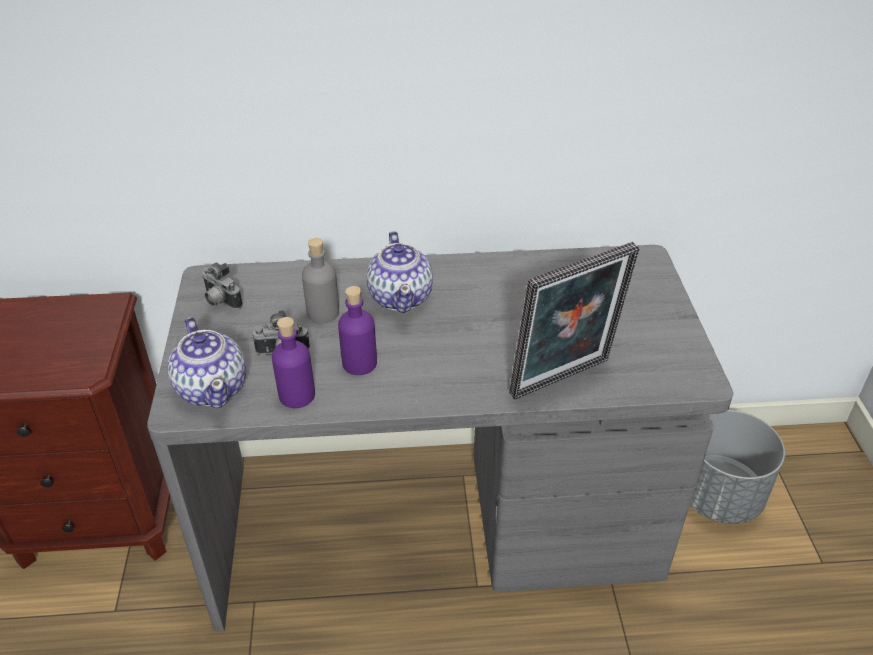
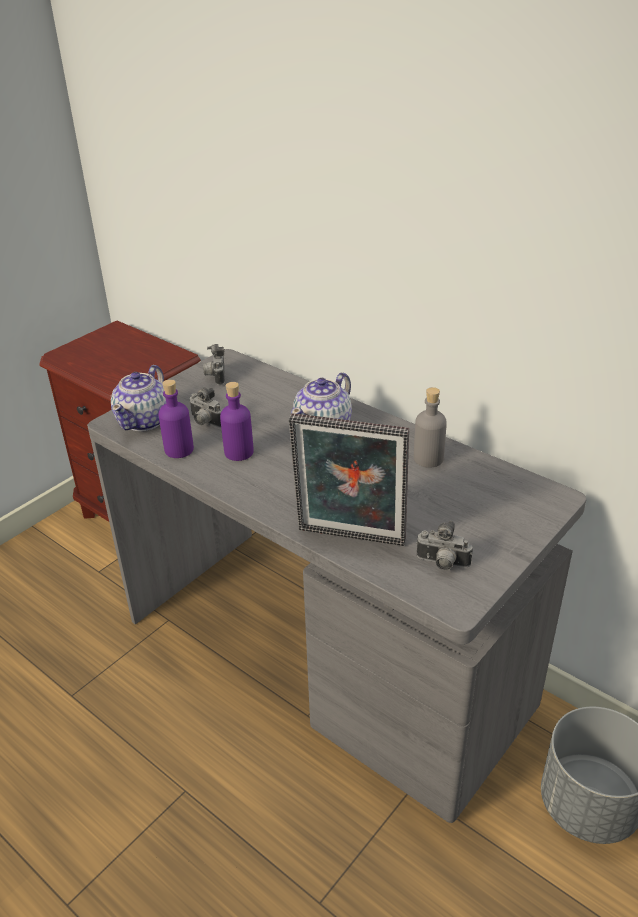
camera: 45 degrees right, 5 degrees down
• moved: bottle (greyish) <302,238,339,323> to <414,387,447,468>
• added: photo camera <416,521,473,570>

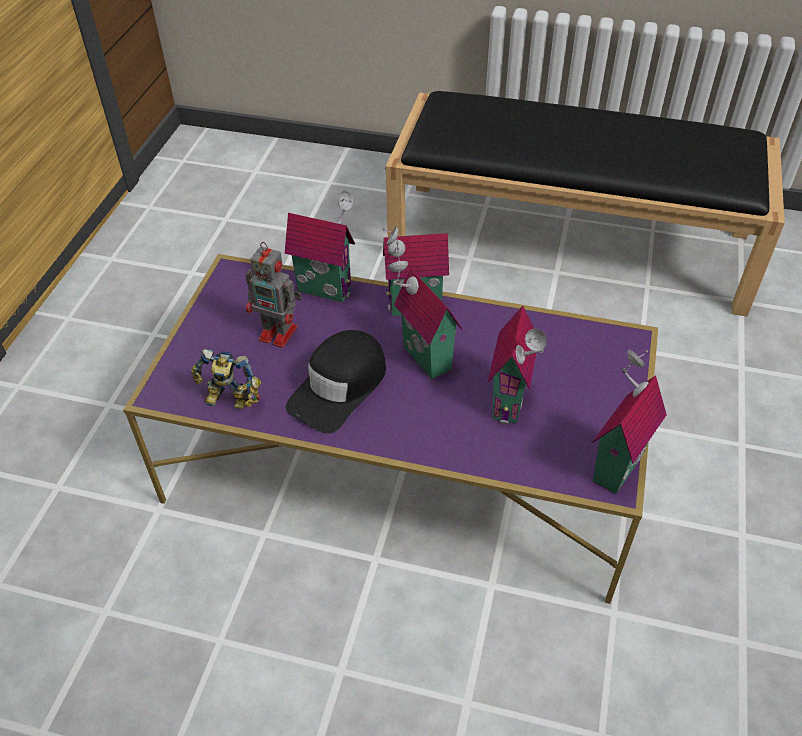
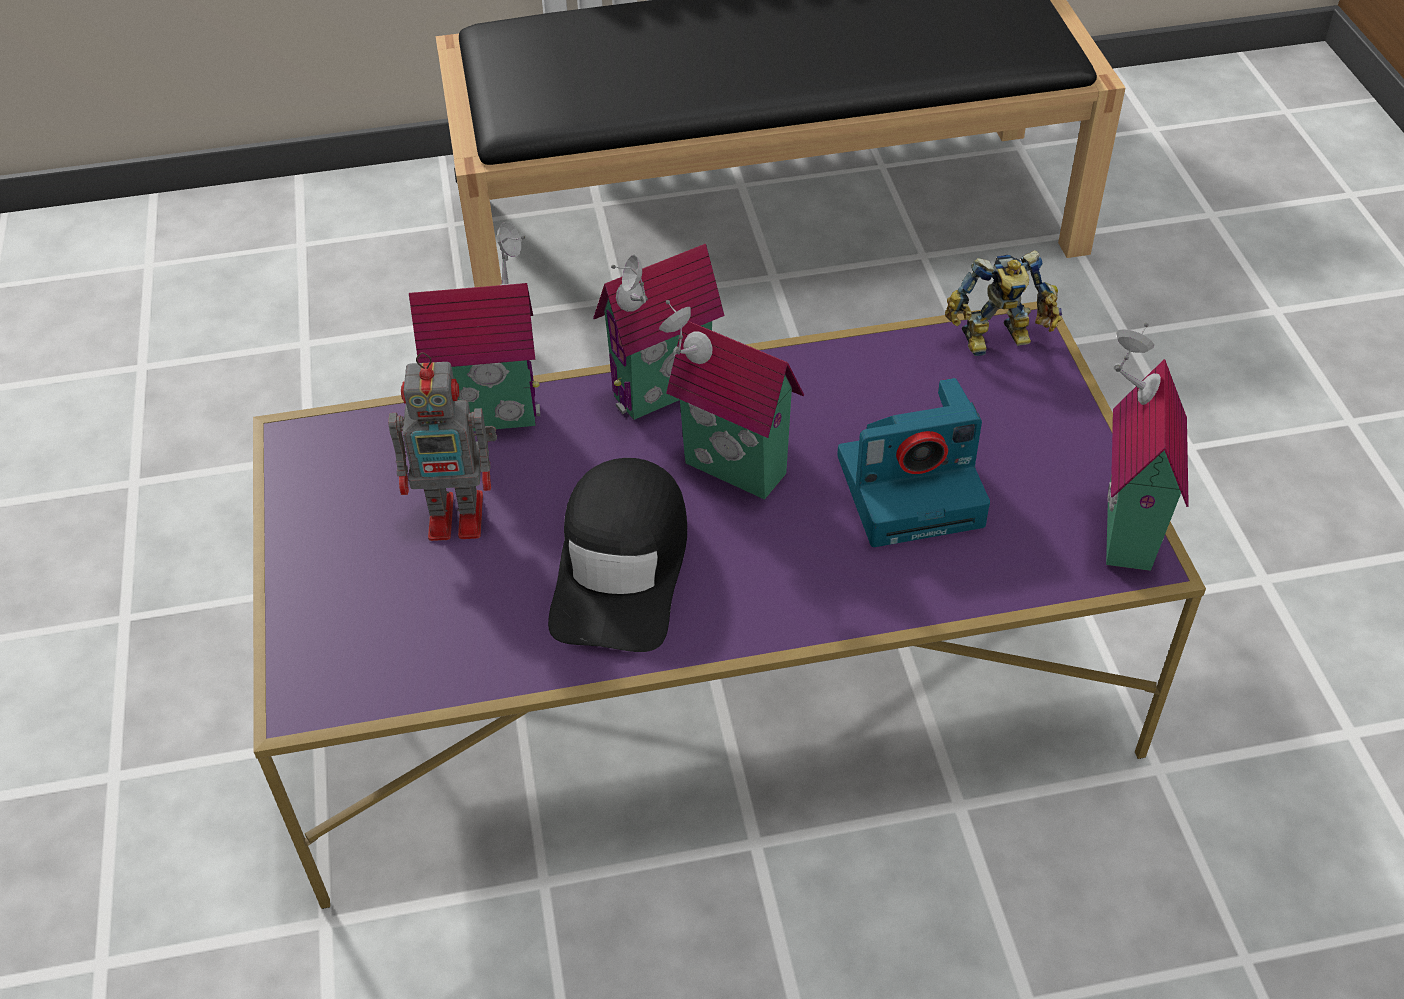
camera: 25 degrees left, 0 degrees up
• replaced: model house <488,306,547,425> to photo camera <837,378,990,547>
• moved: model robot <191,349,261,409> to <945,250,1062,356>

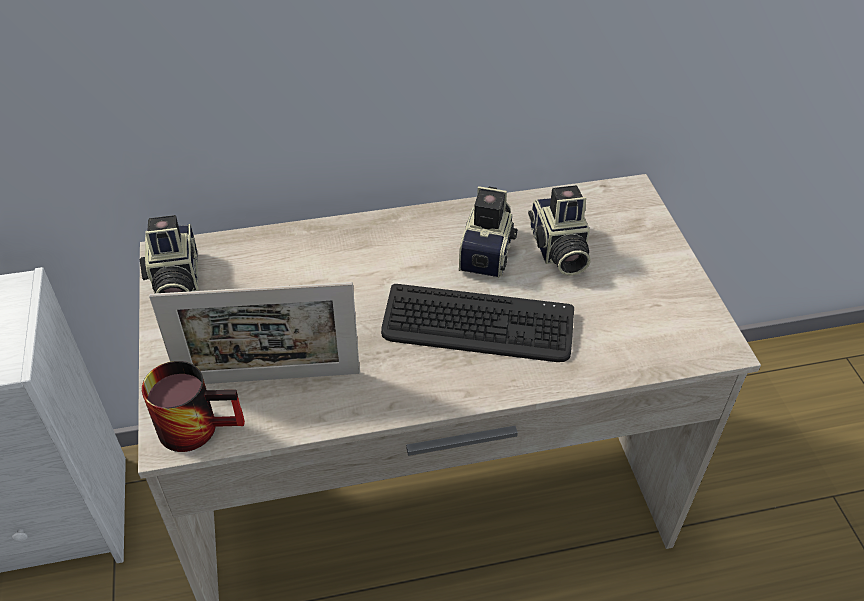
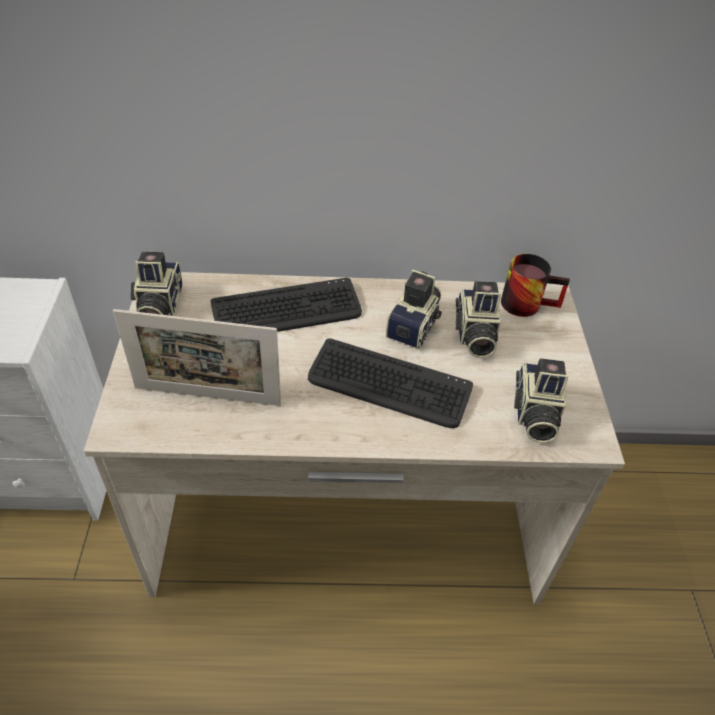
camera: 10 degrees right, 0 degrees up
• added: computer keyboard <211,278,362,332>
• moved: mug <142,361,245,452> to <501,254,570,317>
• added: photo camera <514,358,568,443>

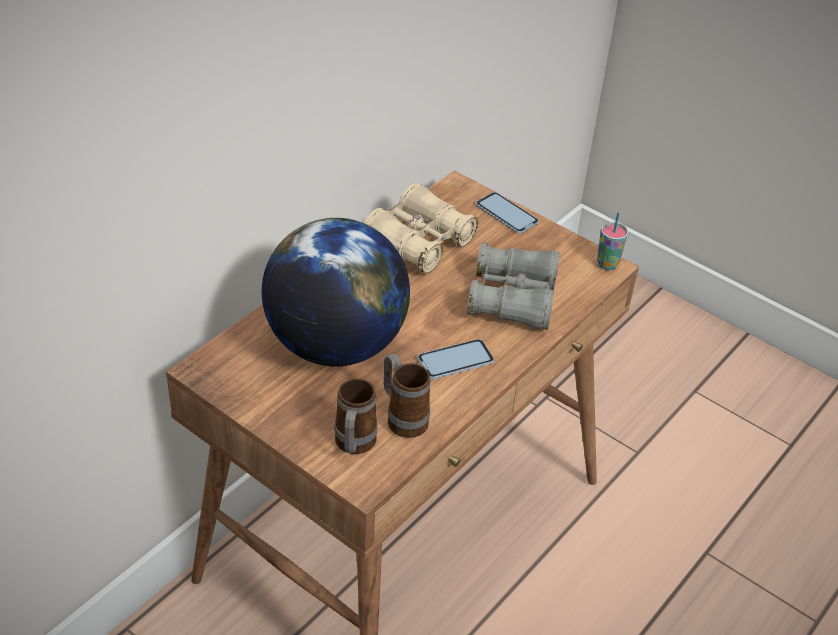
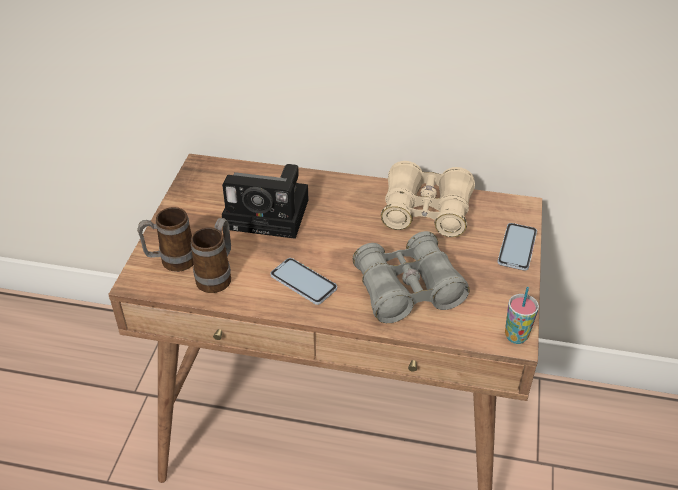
camera: 65 degrees right, 0 degrees up
• replaced: globe <262,218,410,366> to photo camera <222,164,309,239>

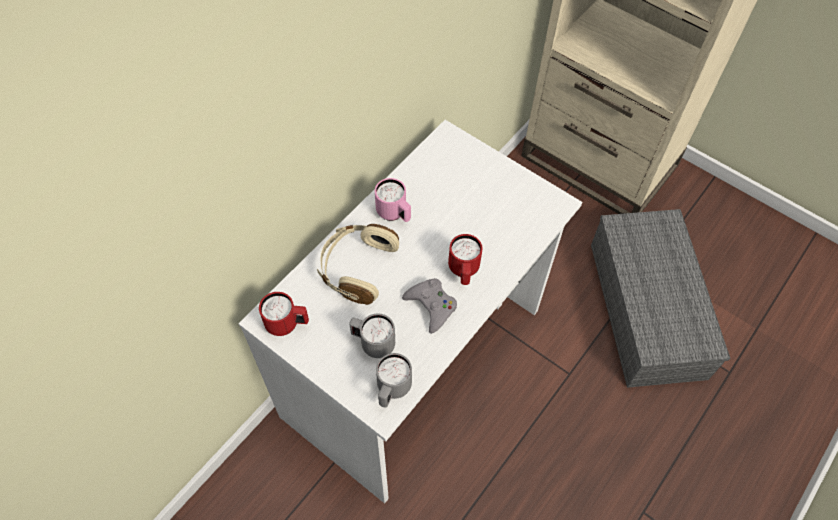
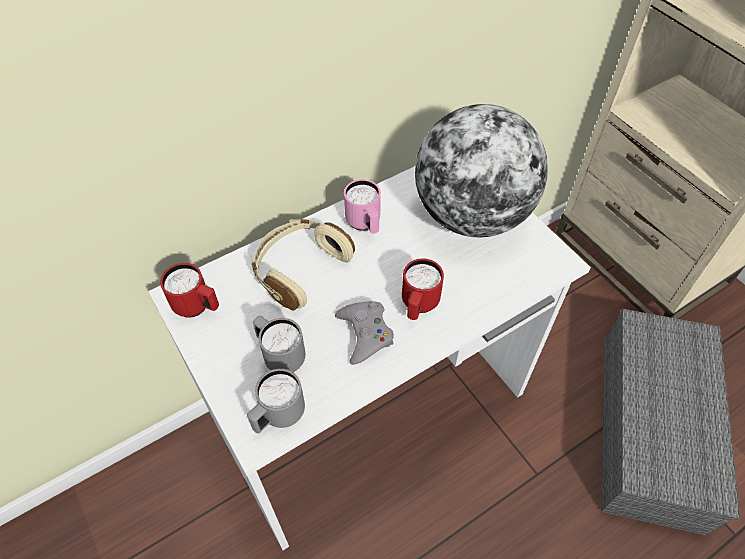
camera: 20 degrees right, 5 degrees down
• added: globe <415,104,548,237>

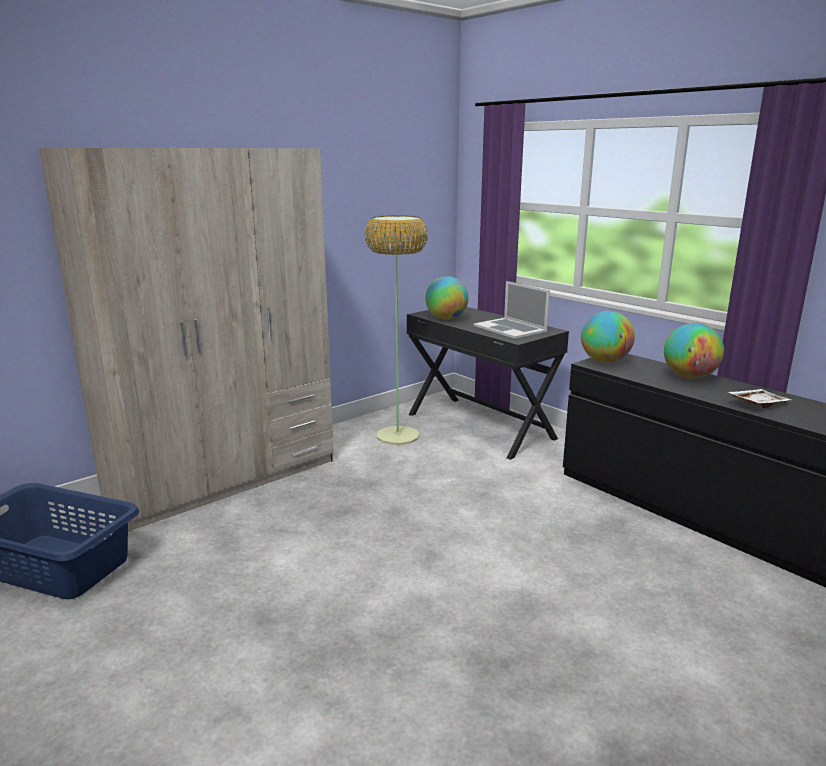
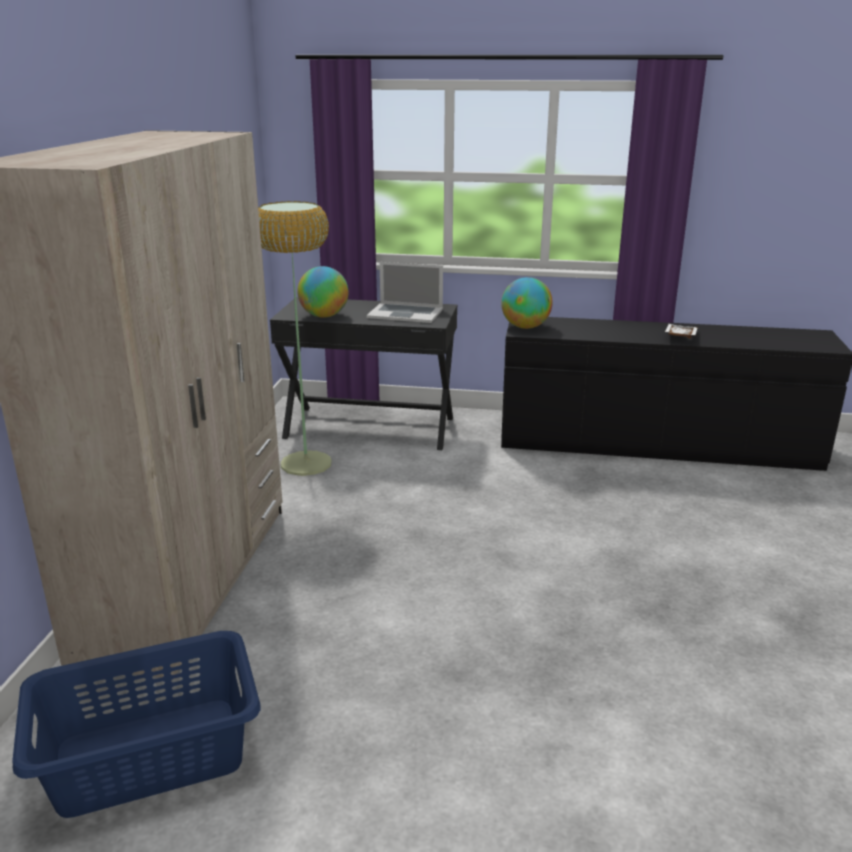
camera: 40 degrees left, 5 degrees up
• removed: globe <664,323,724,379>

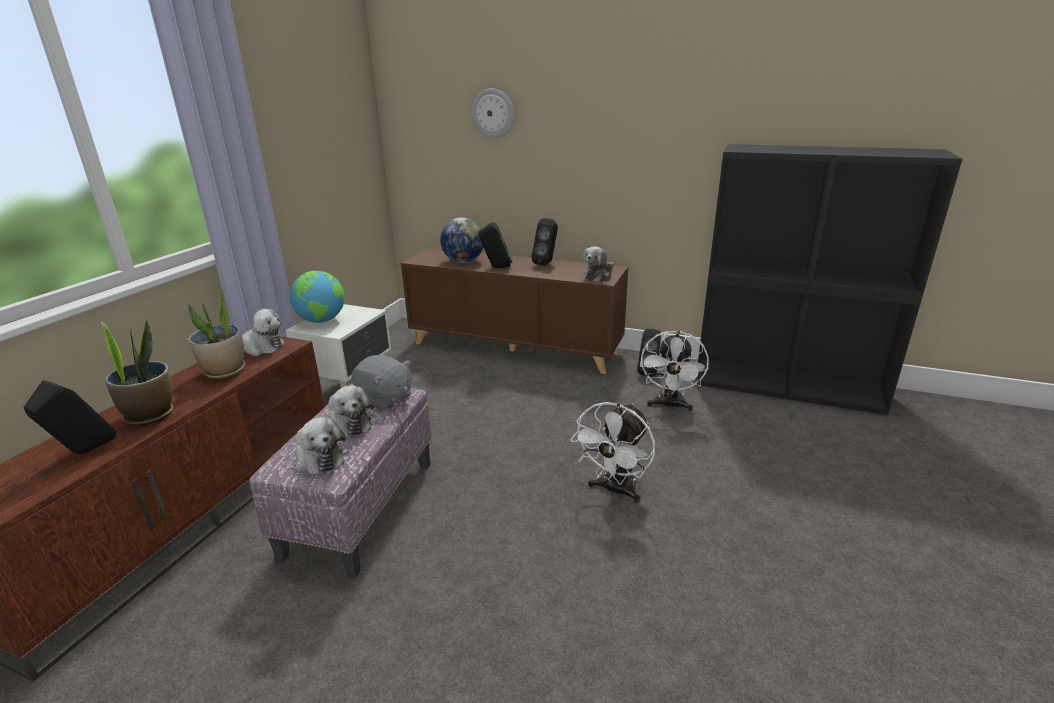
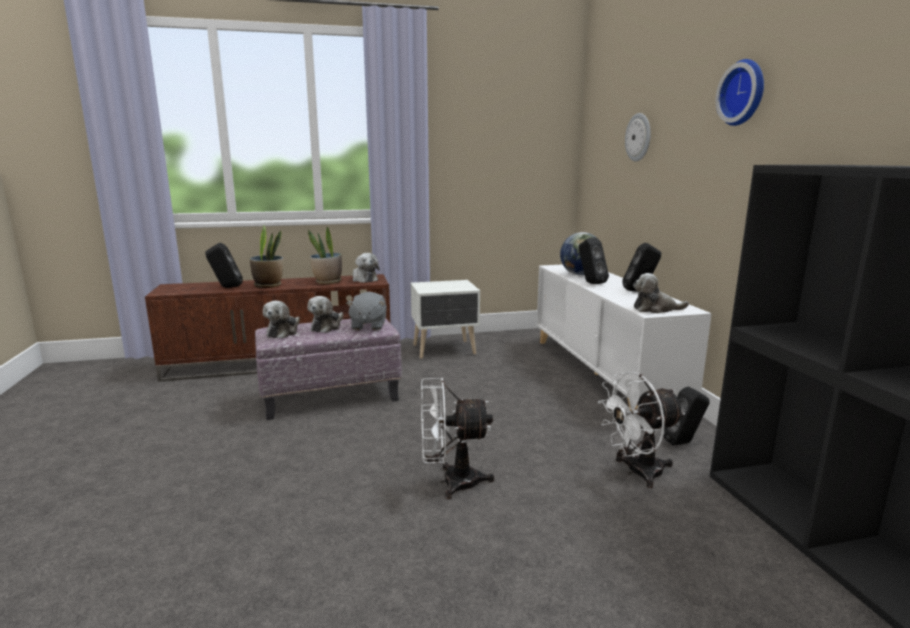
camera: 55 degrees right, 10 degrees down
• recoloured: cupboard (brown-coloured) <401,248,628,374> to cupboard (whitish) <536,264,712,411>
• added: wall clock <716,59,764,126>
• removed: globe <290,271,345,323>

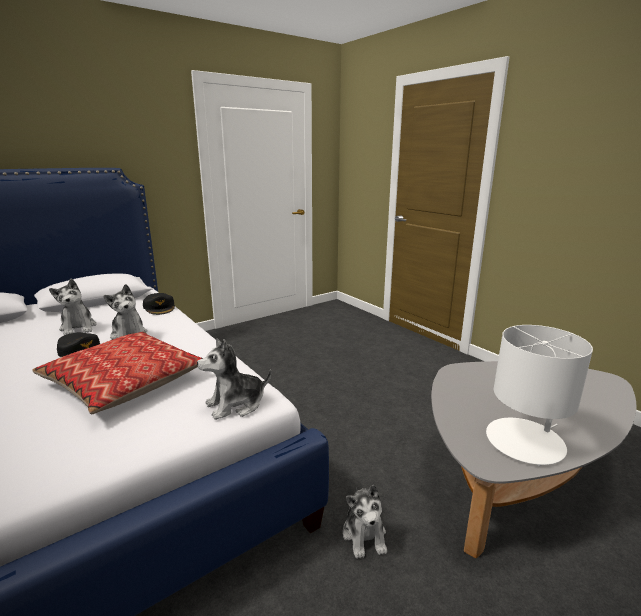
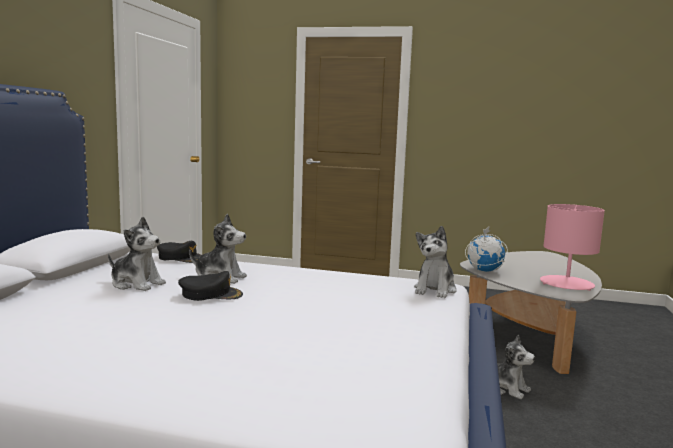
camera: 40 degrees left, 10 degrees down
• added: globe <465,226,508,272>
• recoloured: lamp for a table (whitish) <486,325,593,466> to lamp for a table (pink) <540,204,605,291>
• removed: cushion <32,332,203,414>

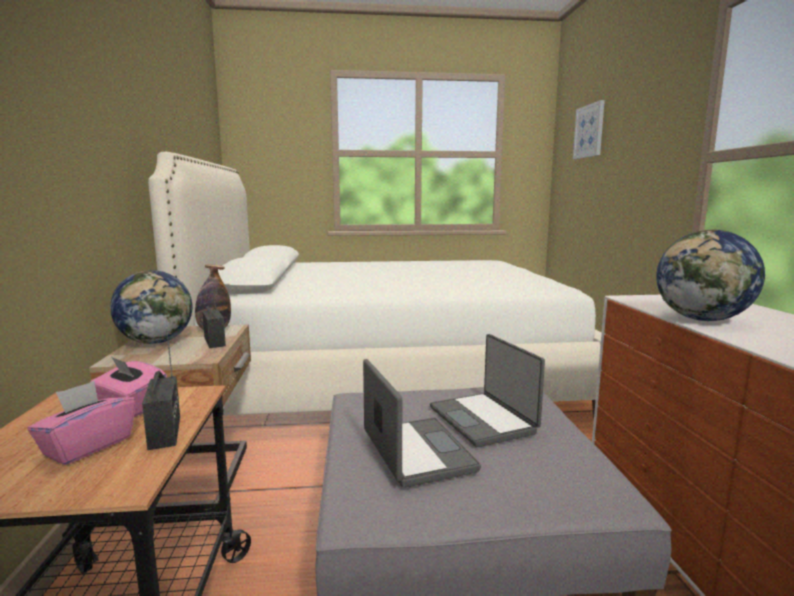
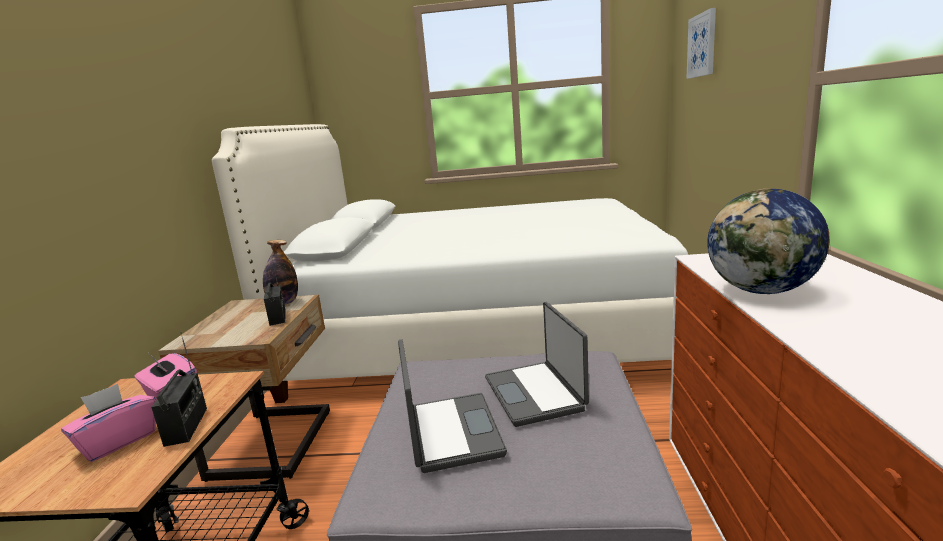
camera: 10 degrees right, 5 degrees up
• removed: globe <110,270,192,344>

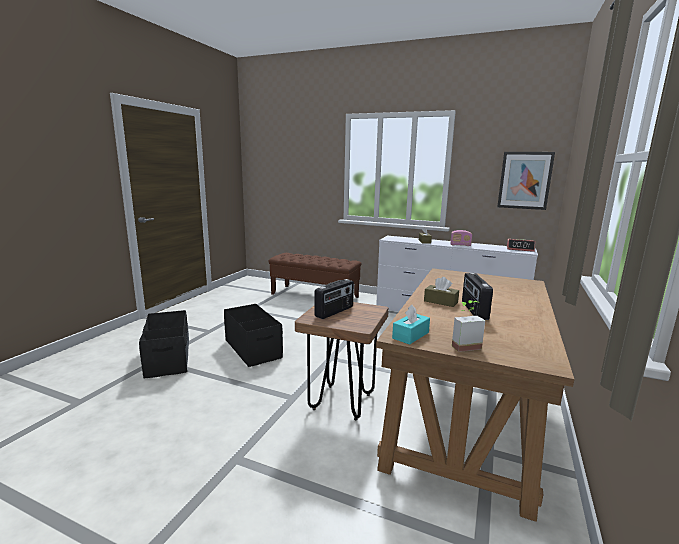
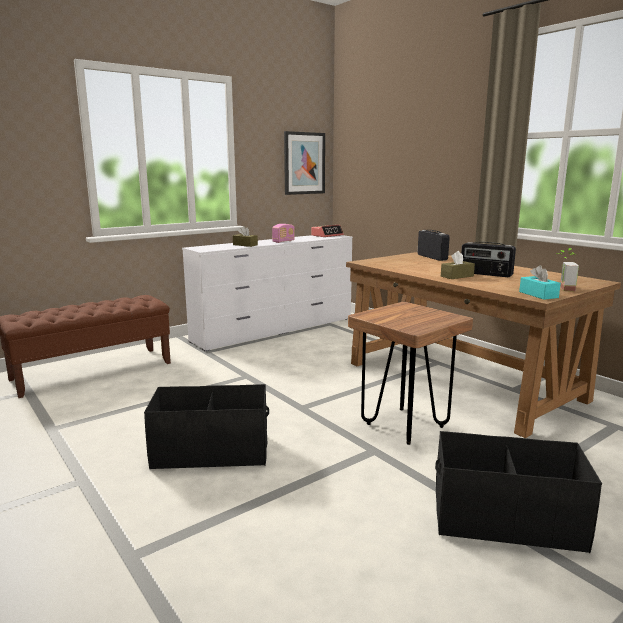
camera: 60 degrees left, 0 degrees up
• moved: radio set <314,279,354,319> to <418,230,450,261>
• moved: storage container (black-coloured) <139,310,189,378> to <435,431,602,553>

